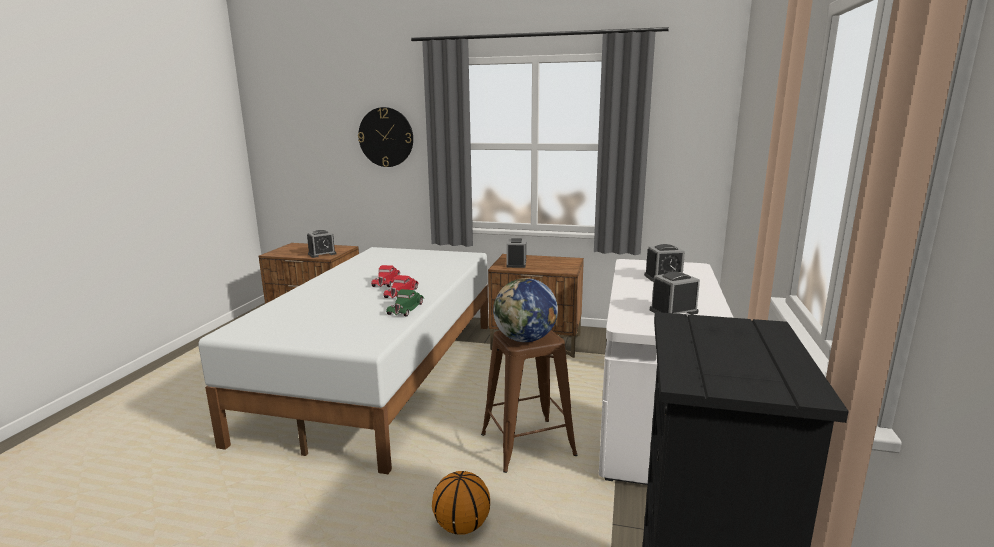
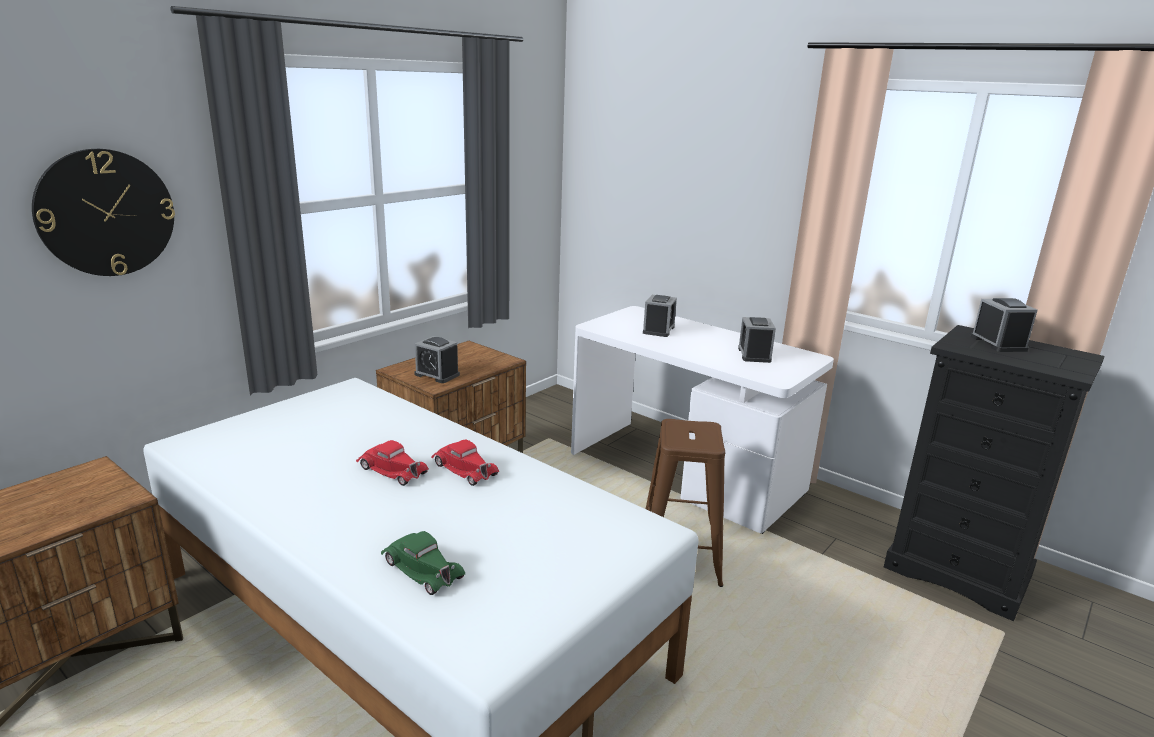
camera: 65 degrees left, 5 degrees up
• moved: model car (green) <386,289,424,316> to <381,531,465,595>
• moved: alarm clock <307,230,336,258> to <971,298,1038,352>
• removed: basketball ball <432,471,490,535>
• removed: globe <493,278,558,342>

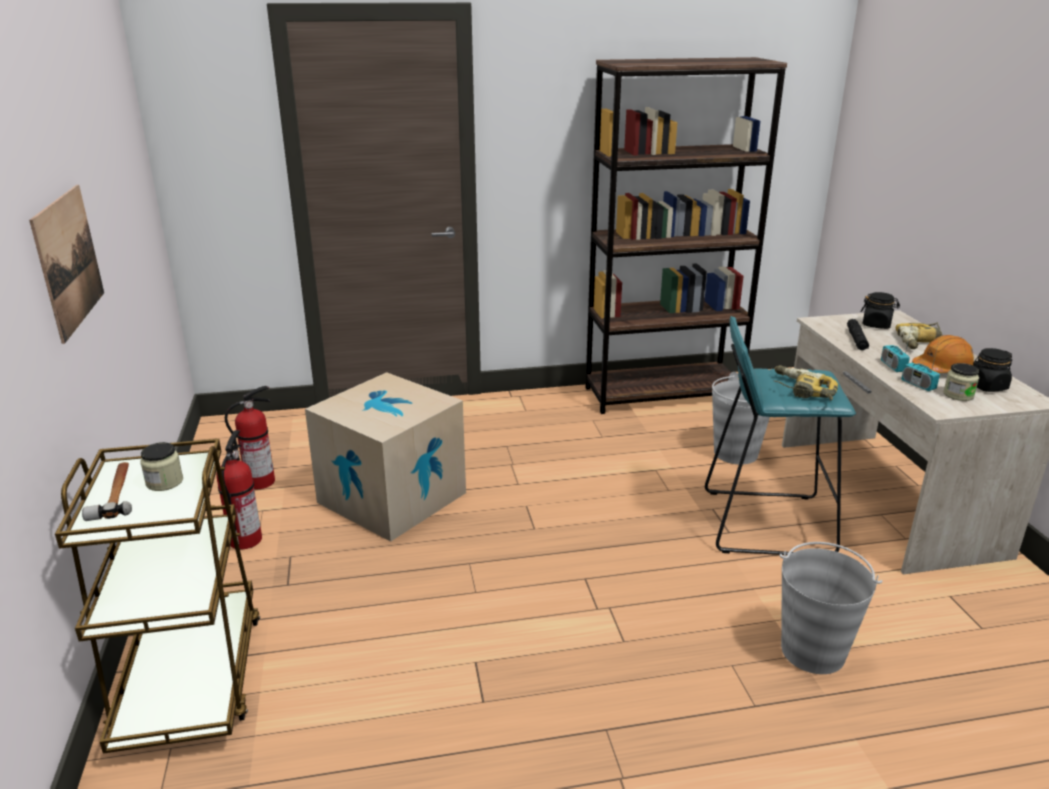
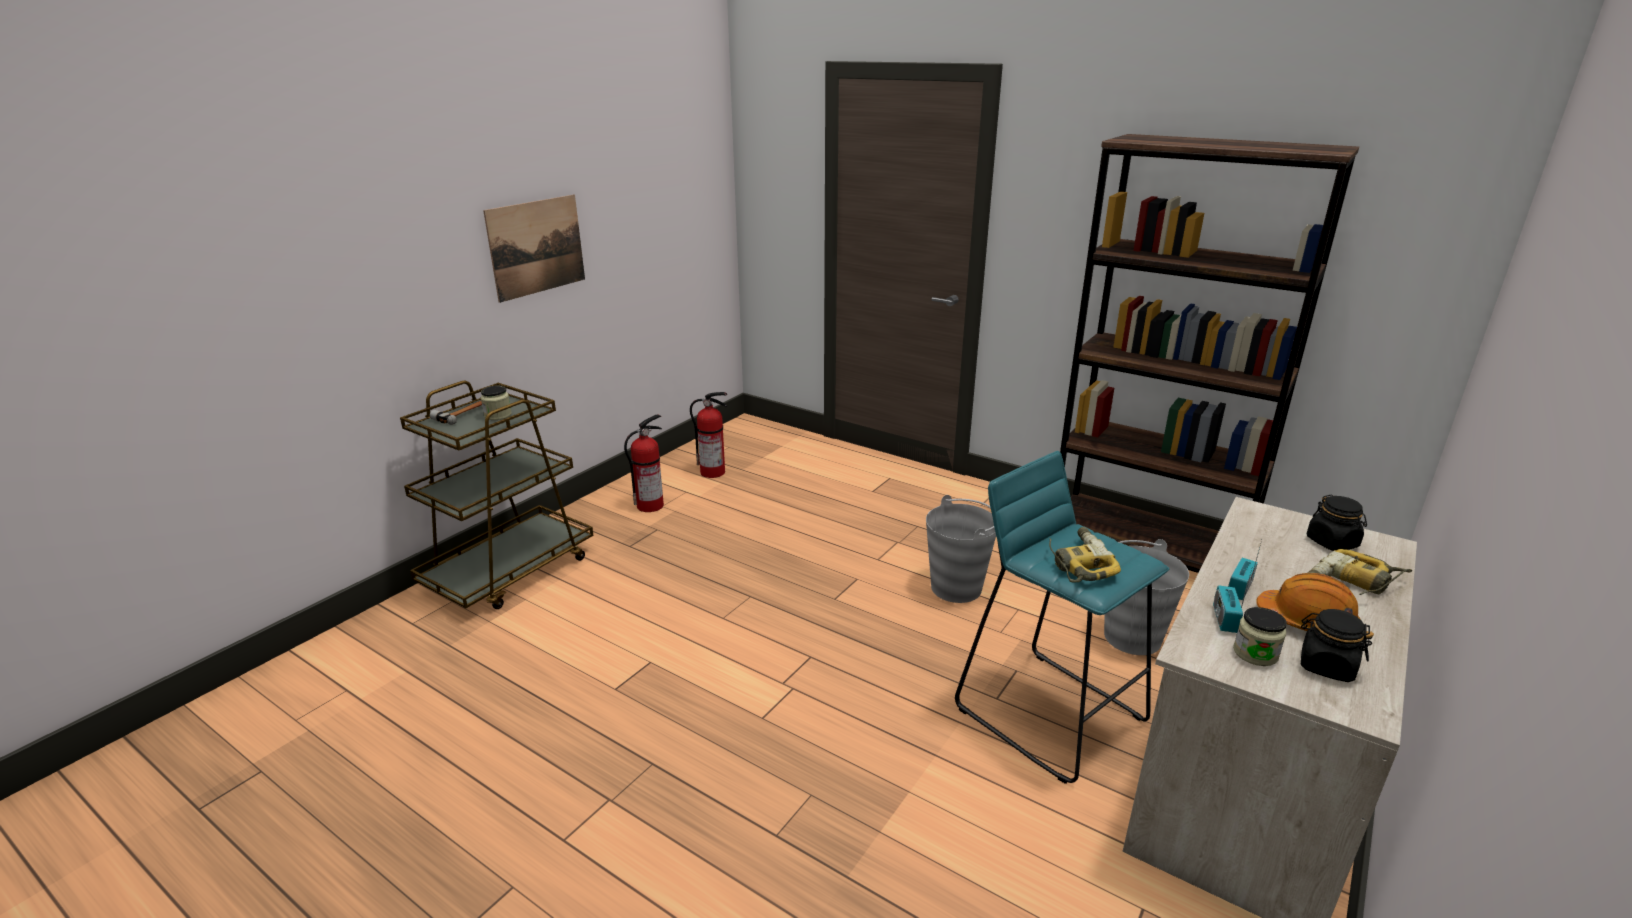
camera: 45 degrees right, 0 degrees up
• moved: water bucket (greyish) <779,542,883,674> to <926,495,996,603>
• removed: carton <305,372,466,542>
• removed: flashlight (black-coloured) <847,319,869,350>

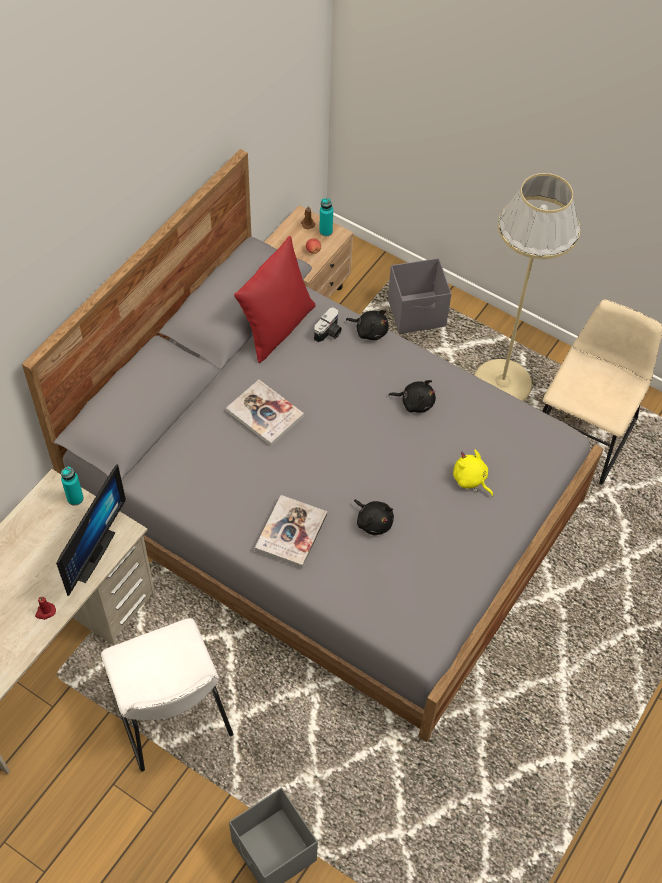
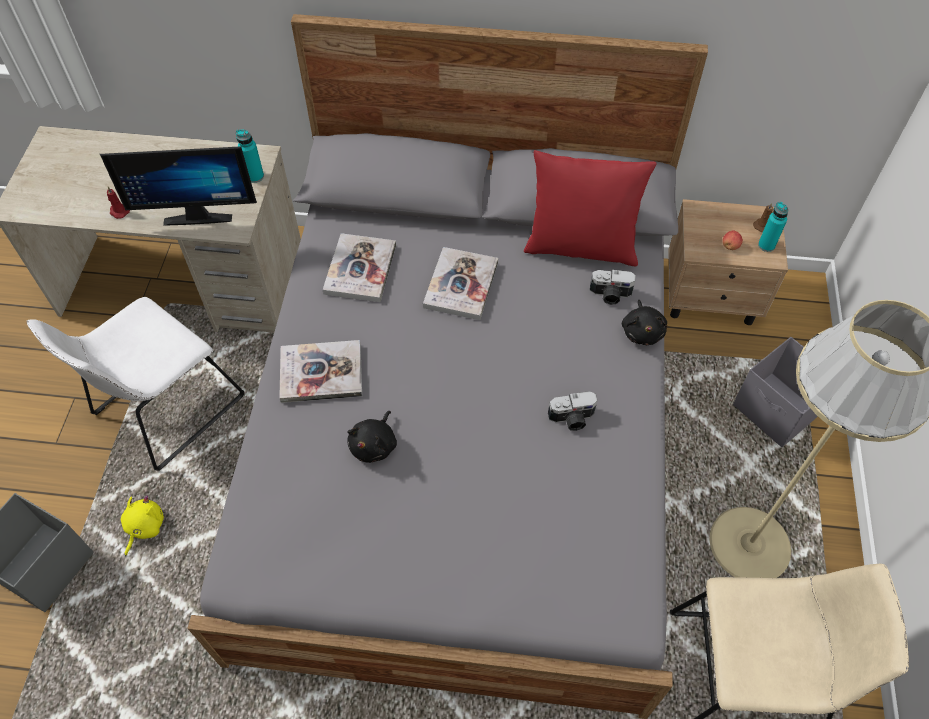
camera: 65 degrees right, 0 degrees up
• moved: plush toy (yellow) <453,449,493,497> to <121,495,164,556>
• added: volume <323,233,396,302>
• replaced: plush toy (black-coloured) <389,380,436,413> to photo camera <548,391,598,431>

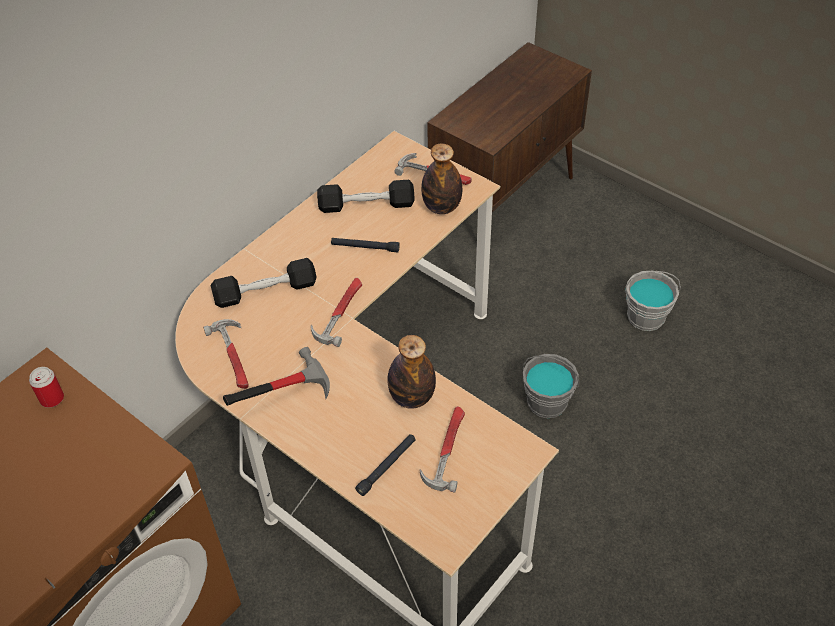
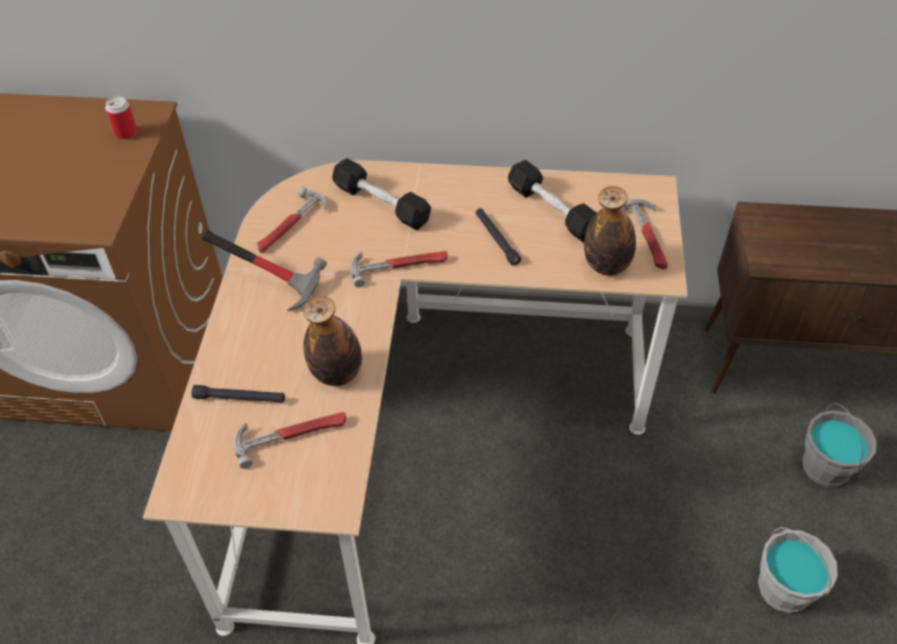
camera: 55 degrees right, 0 degrees up
• moved: water bucket (greyish) <523,354,579,418> to <802,403,877,487>

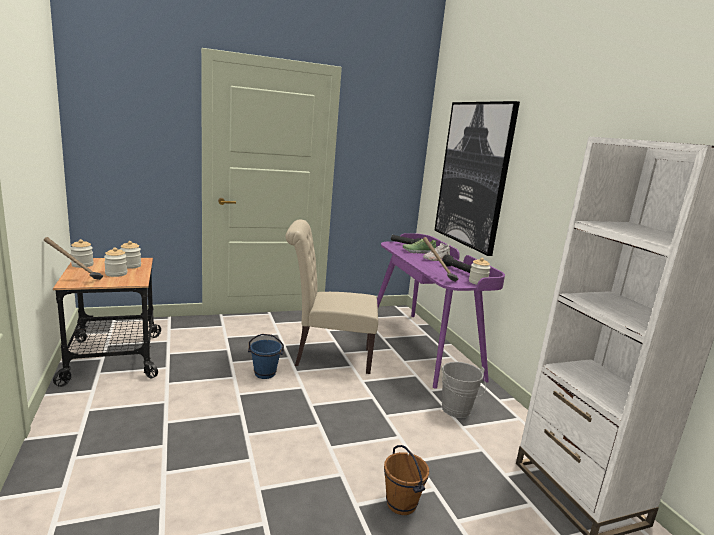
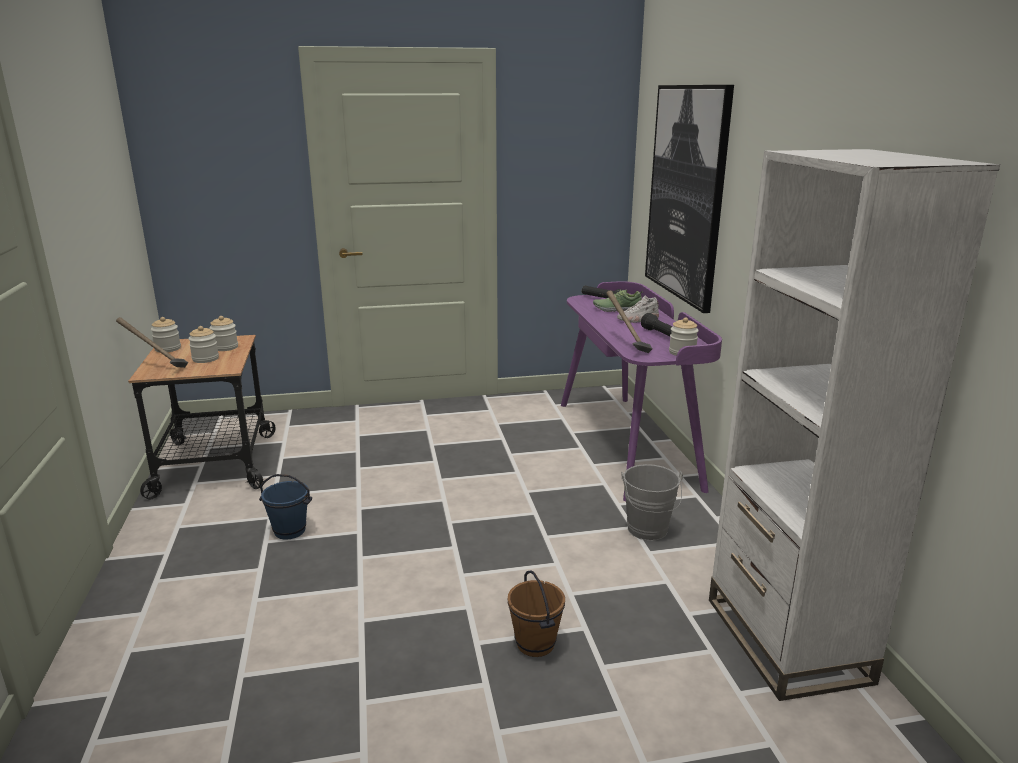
camera: 10 degrees right, 5 degrees up
• moved: water bucket (bluish) <248,334,284,379> to <259,474,312,540>
• removed: upright chair (beige-coloured) <285,220,378,374>

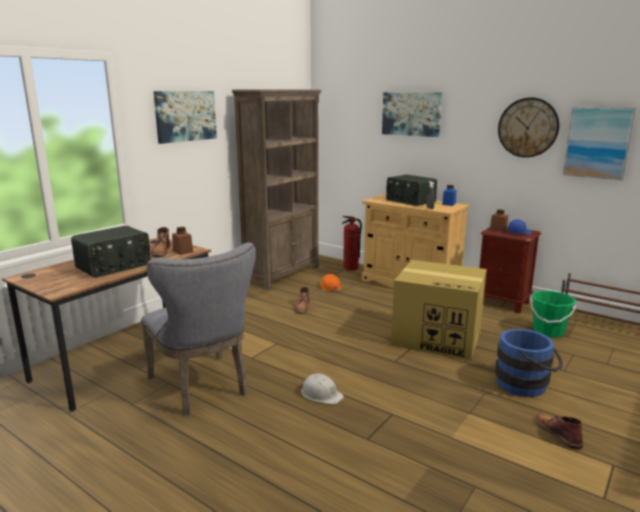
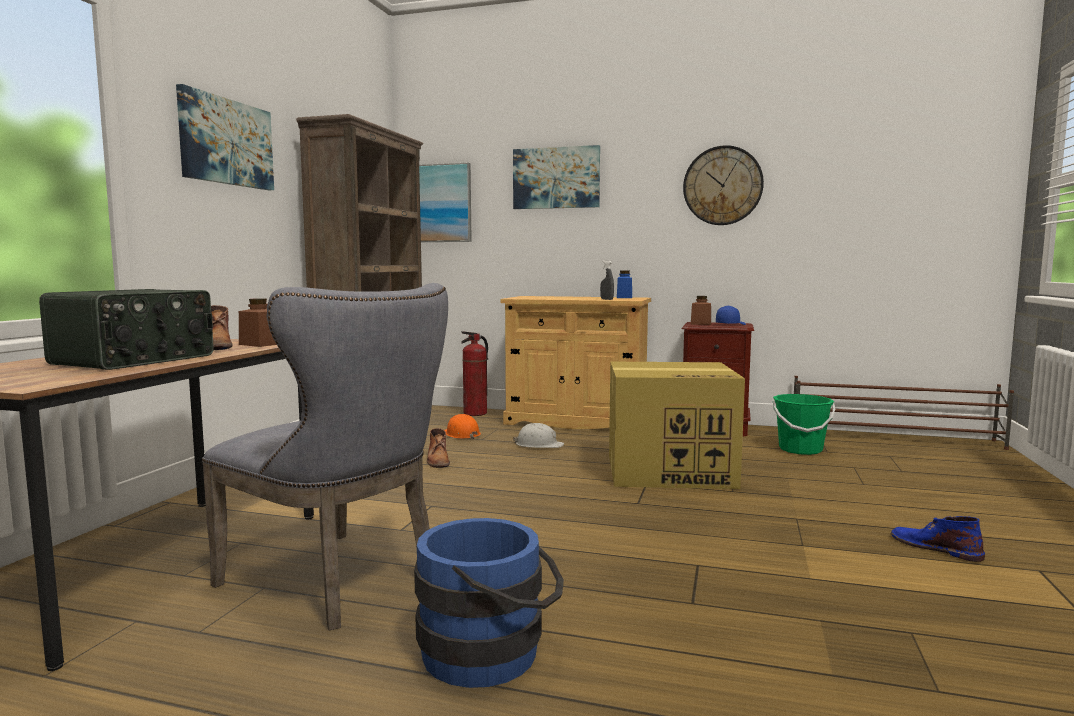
camera: 20 degrees left, 10 degrees down
• moved: water bucket (bluish) <495,329,563,397> to <414,518,564,688>
• moved: picture <563,107,636,180> to <419,162,472,242>
• moved: work helmet (whitish) <300,374,344,405> to <513,423,564,448>
• recoloured: high-top boot (brown-coloured) <535,413,583,450> to high-top boot (bluish) <891,516,985,562>
• removed: radio set <386,175,437,206>

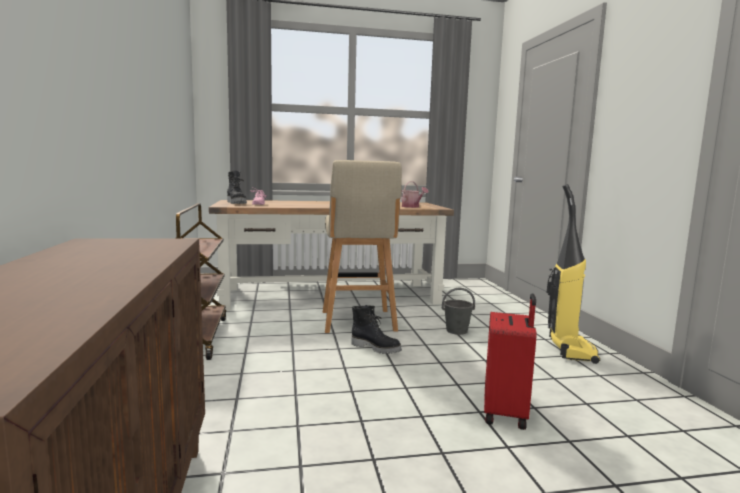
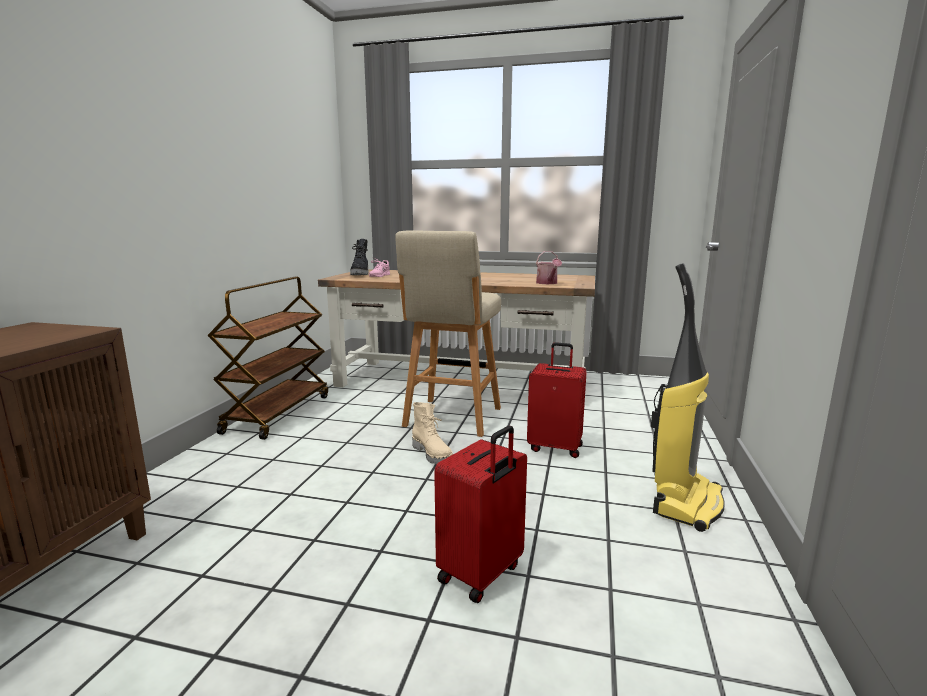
camera: 25 degrees right, 5 degrees up
• recoloured: high-top boot (black-coloured) <351,305,402,354> to high-top boot (beige-coloured) <412,402,453,464>
• replaced: water bucket (greyish) <442,288,475,335> to travel case (reddish) <527,342,587,458>

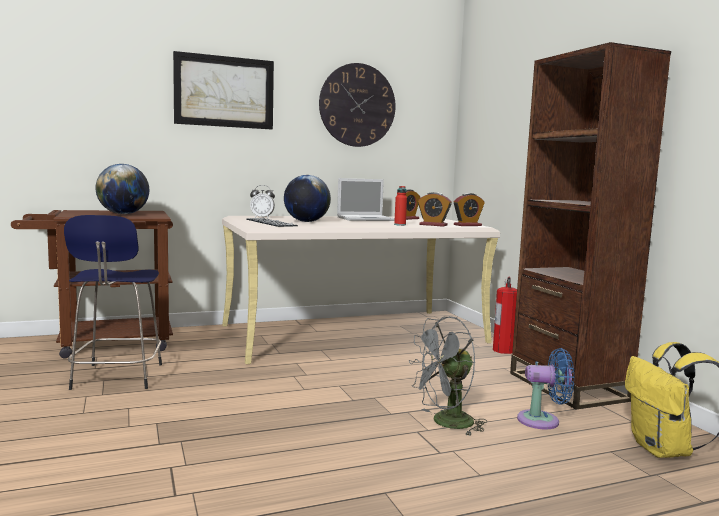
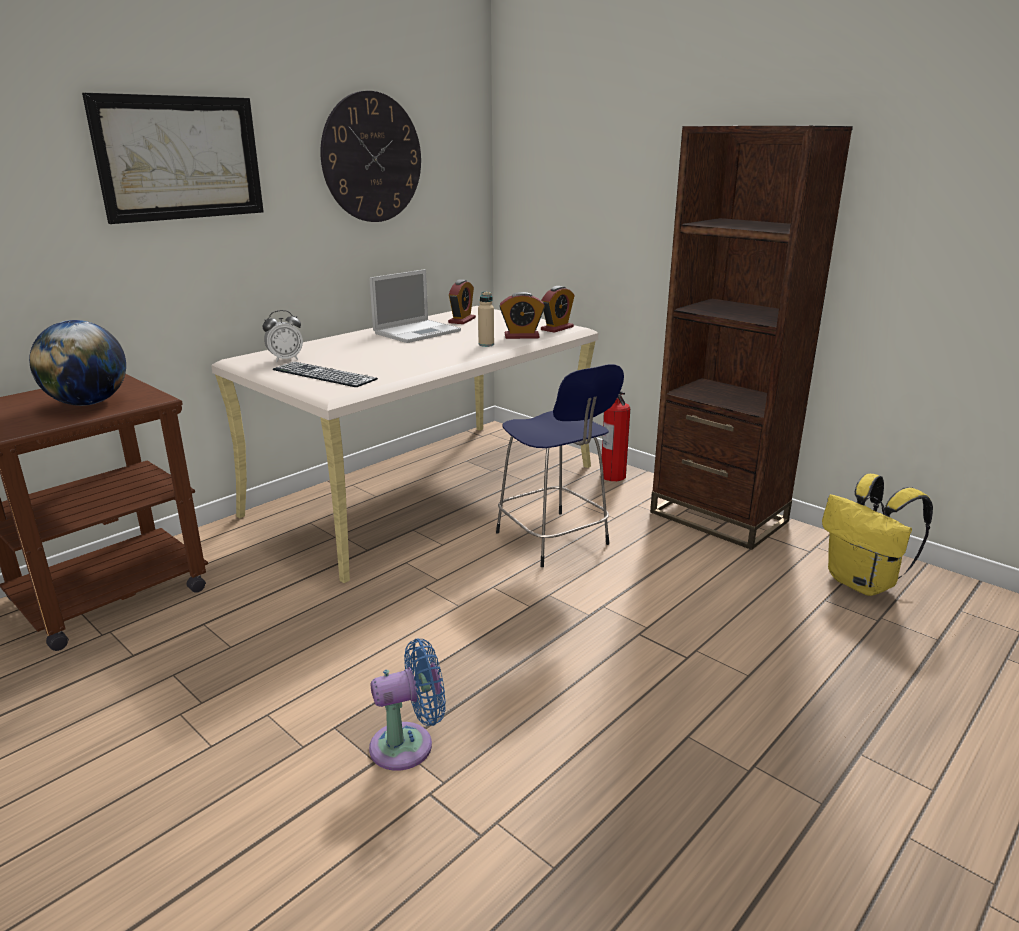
camera: 25 degrees left, 15 degrees up
• moved: cooling fan (bluish) <517,348,575,429> to <369,638,446,771>
• recoloured: bottle (reddish) <394,186,407,226> to bottle (beige-coloured) <478,292,494,347>
• moved: stool seat (bluish) <64,215,162,390> to <496,364,624,567>
• removed: globe <284,175,331,222>
• removed: cooling fan (greyish) <409,316,487,436>

